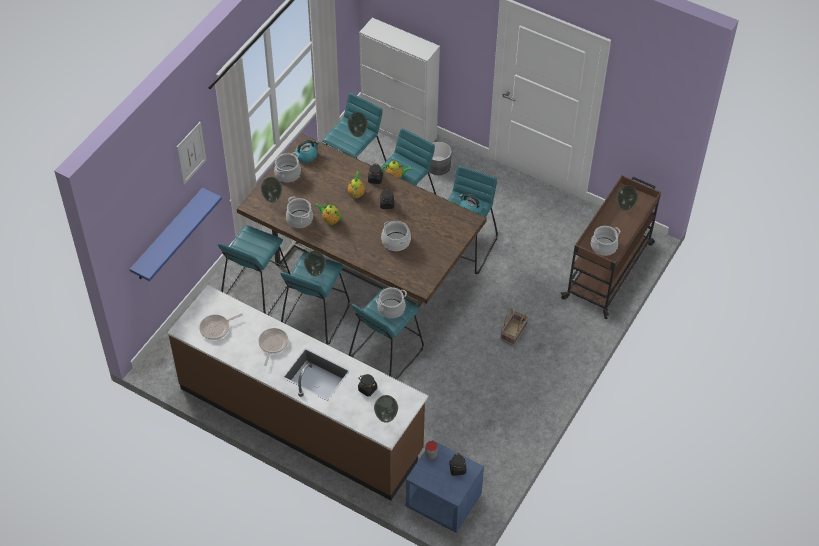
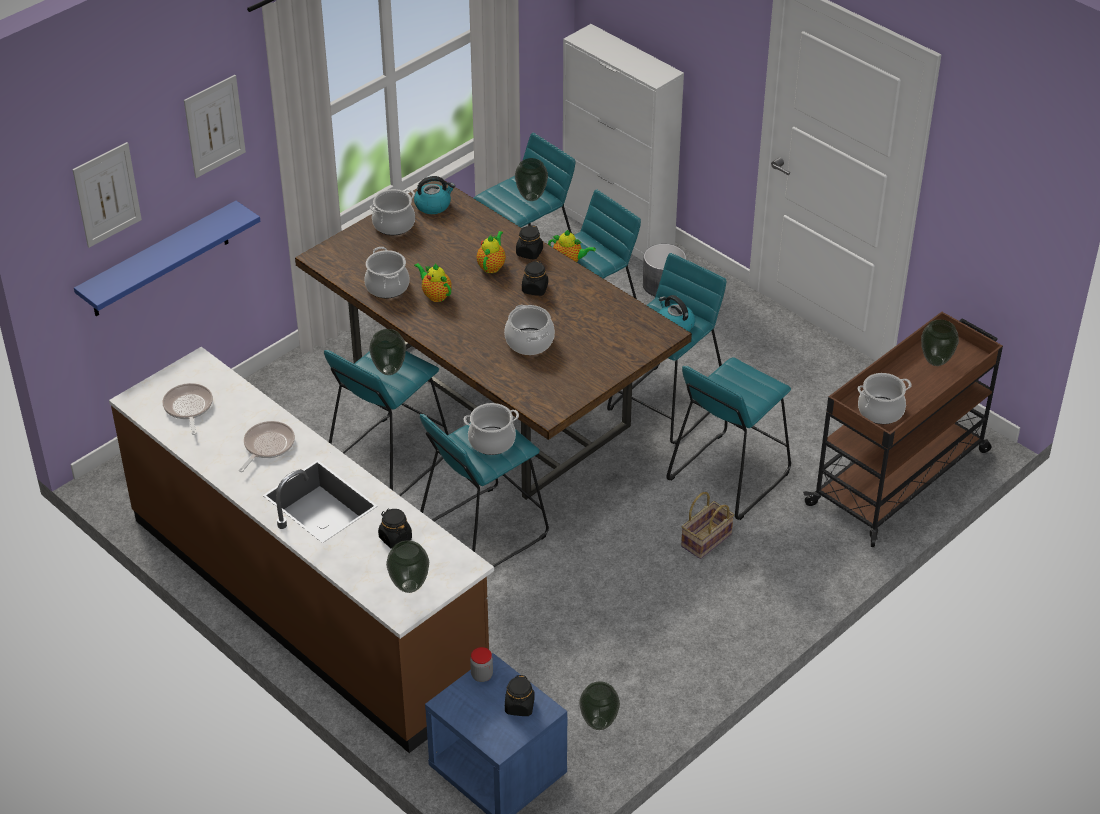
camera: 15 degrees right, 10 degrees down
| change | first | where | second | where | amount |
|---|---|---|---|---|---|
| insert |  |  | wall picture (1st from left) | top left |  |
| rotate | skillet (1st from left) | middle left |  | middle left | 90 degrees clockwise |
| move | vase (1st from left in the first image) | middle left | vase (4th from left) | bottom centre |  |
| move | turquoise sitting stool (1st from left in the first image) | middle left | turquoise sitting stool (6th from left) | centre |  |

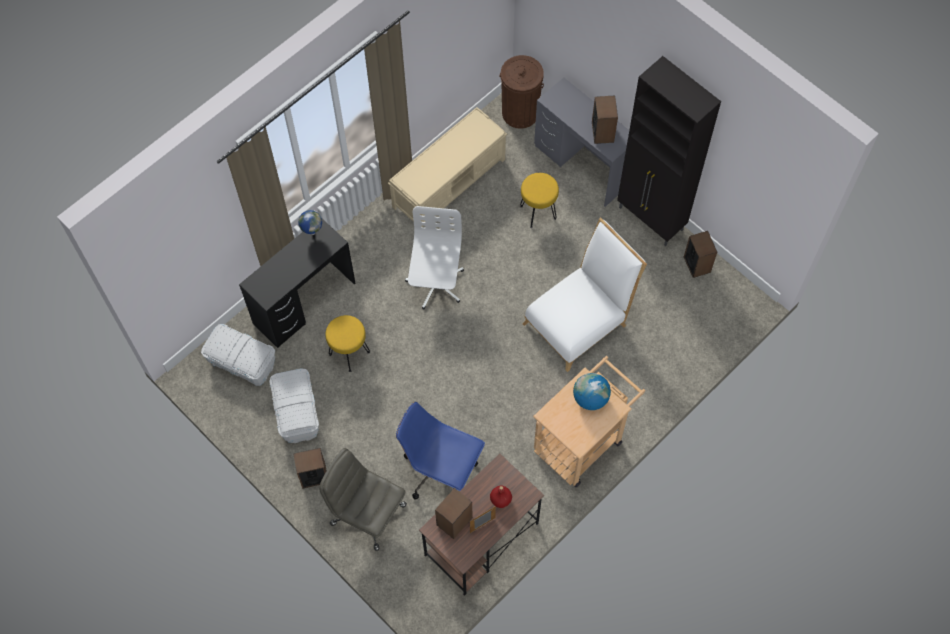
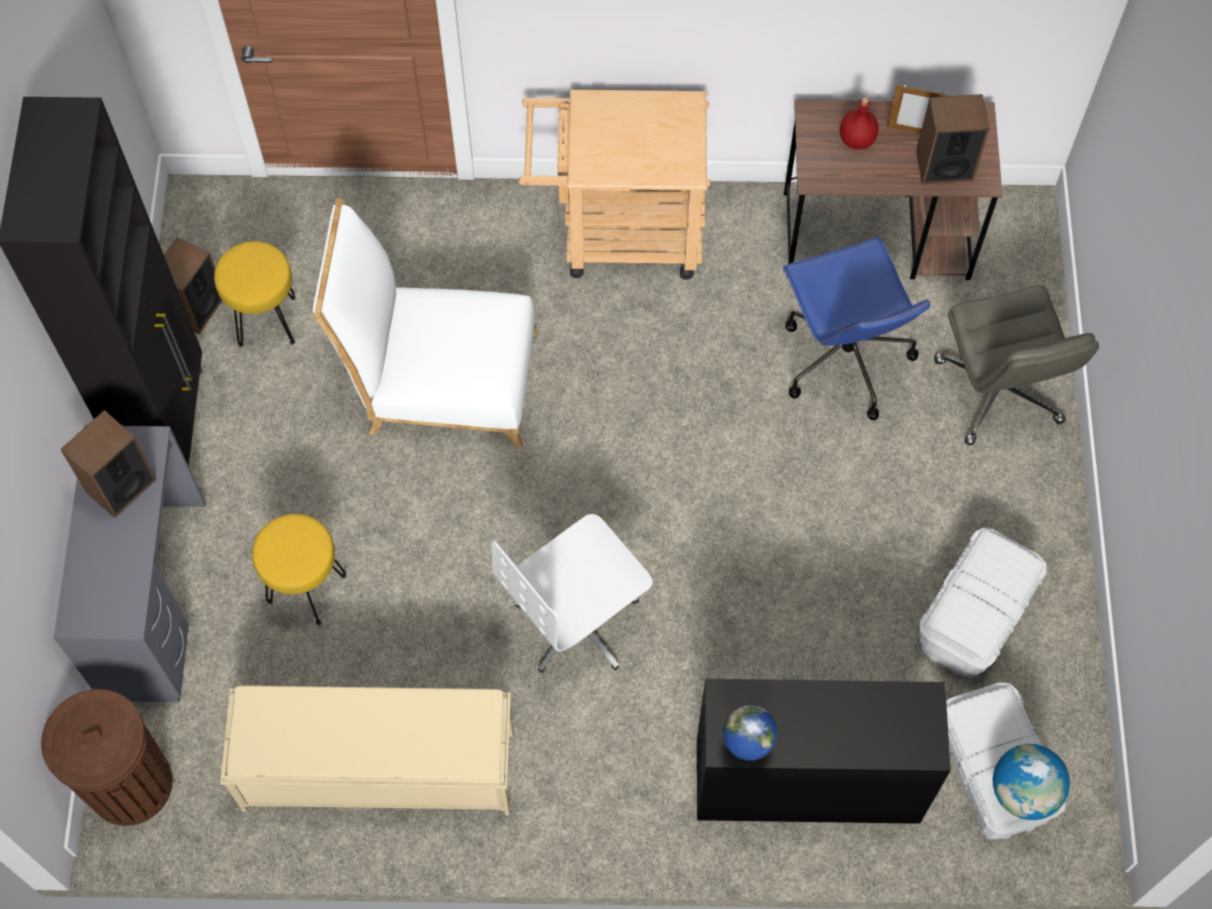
camera: 135 degrees left, 0 degrees up
| change | first | where | second | where | amount |
|---|---|---|---|---|---|
| move | yellowish sitting stool (1st from left) | centre |  | top left |  |
| move | globe (2nd from left) | centre |  | bottom right |  |
| delete | loudspeaker (1st from left) | bottom left |  |  |  |

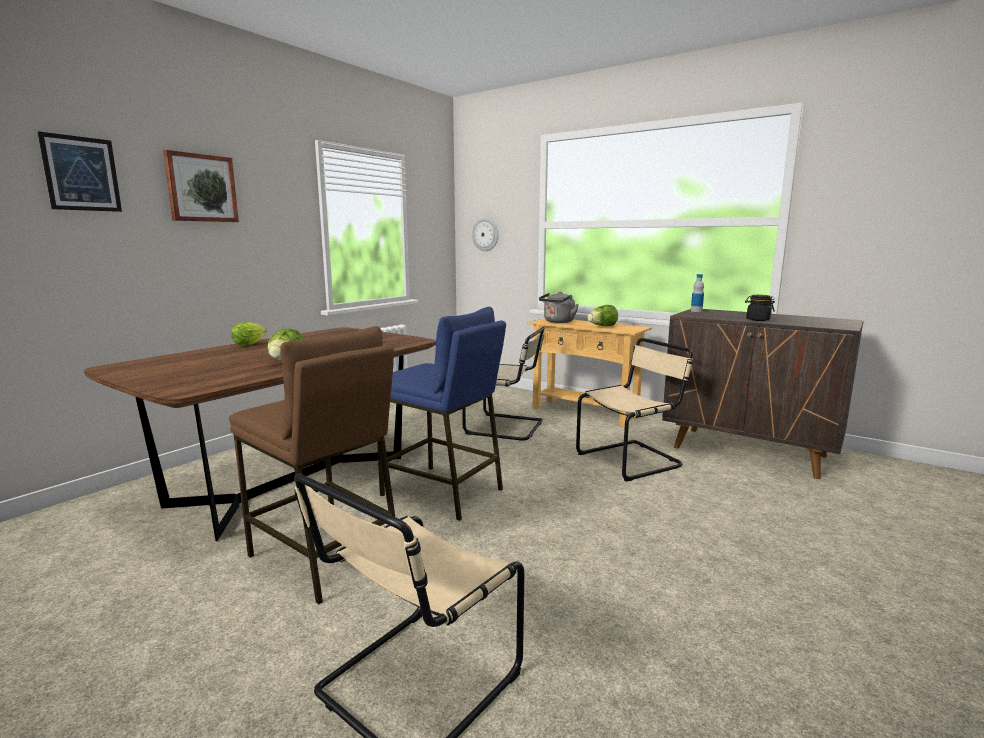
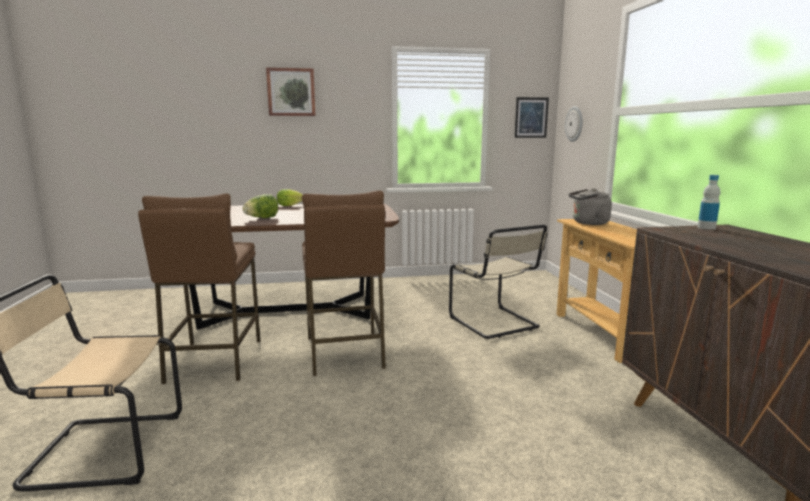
camera: 45 degrees right, 0 degrees up
| change | first | where | second | where | amount |
|---|---|---|---|---|---|
| recolor | bluish sitting stool | centre | brown sitting stool (2nd from left) | centre |  |
| move | wall picture (1st from left in the first image) | top left | wall picture (2nd from left) | top centre |  |
| delete | sand-coloured chair (3rd from left) | centre |  |  |  |
| delete | lettuce (3rd from left) | centre |  |  |  |
| delete | black jar | middle right |  |  |  |

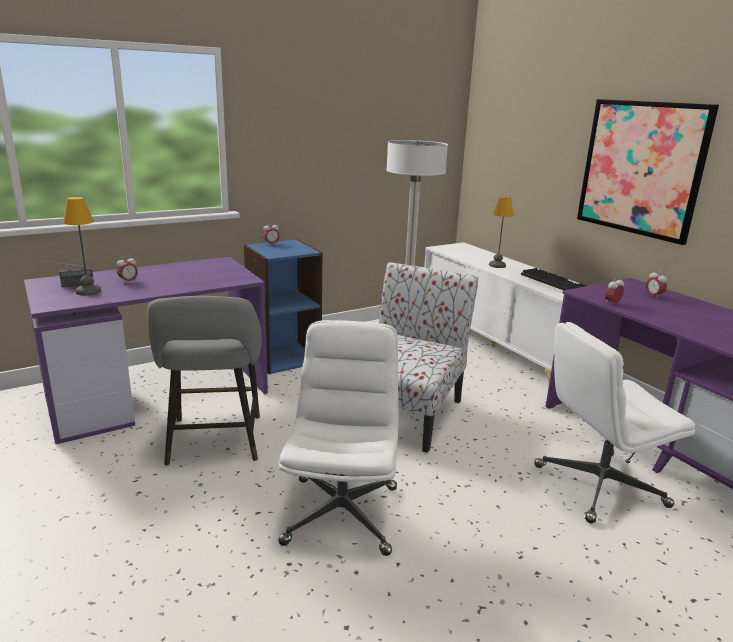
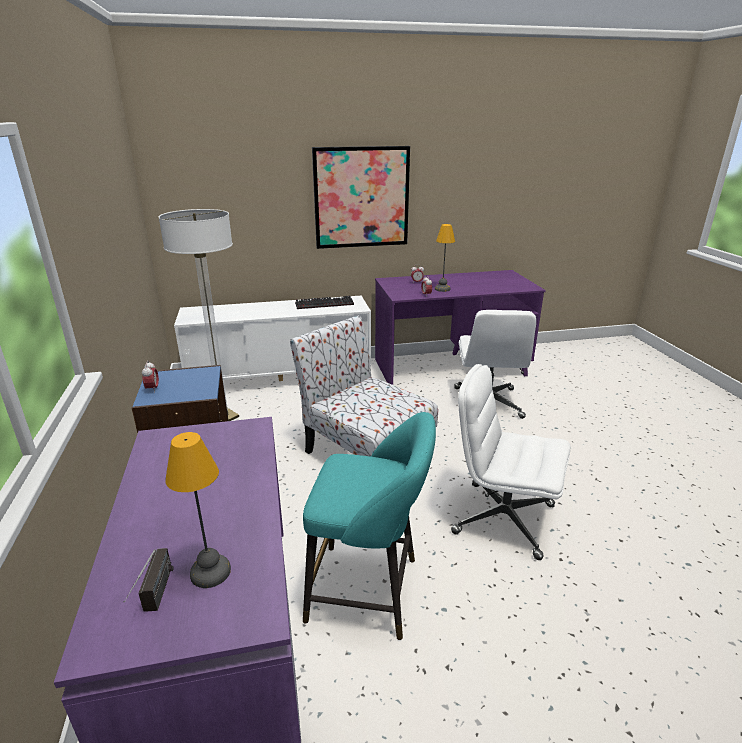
camera: 70 degrees left, 5 degrees up
| change | first | where | second | where | amount |
|---|---|---|---|---|---|
| recolor | greyish sitting stool | middle left | turquoise sitting stool | bottom centre |  |
| move | tabletop lamp (2nd from left) | middle right |  | centre |  |
| delete | table clock (1st from left) | middle left |  |  |  |

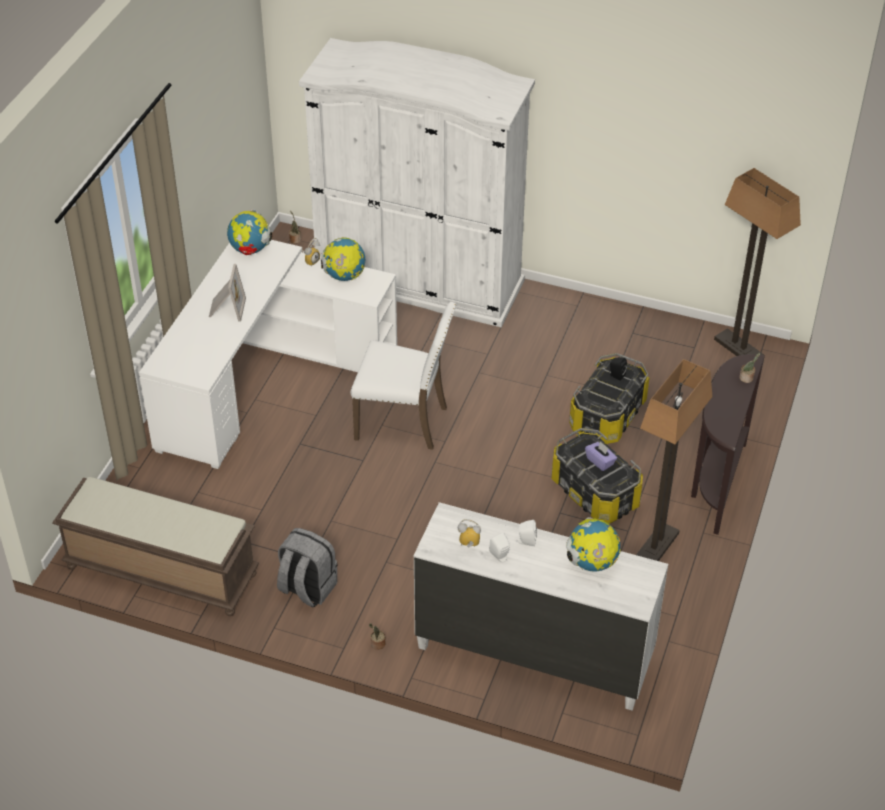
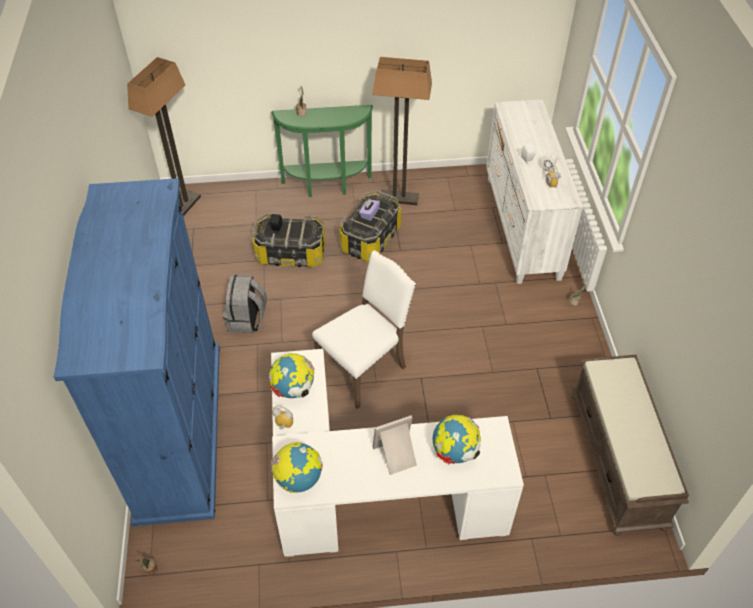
camera: 115 degrees left, 5 degrees up
| change | first | where | second | where | amount |
|---|---|---|---|---|---|
| recolor | white-coloured armoire | top centre | bluish armoire | middle left |  |
| move | greyish knapsack | bottom centre |  | middle left |  |
| recolor | brown hall table | middle right | greenish hall table | top centre |  |
| rotate | white-coloured chair | centre |  | centre | 60 degrees clockwise |
| move | globe (3rd from left) | bottom right |  | bottom centre |  |

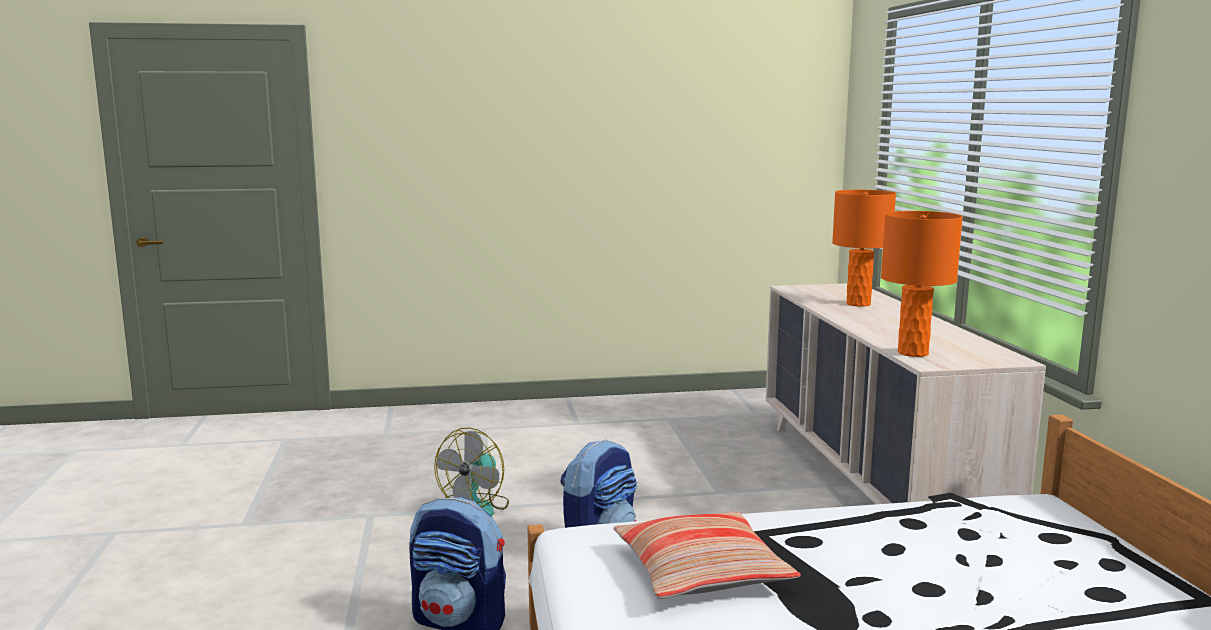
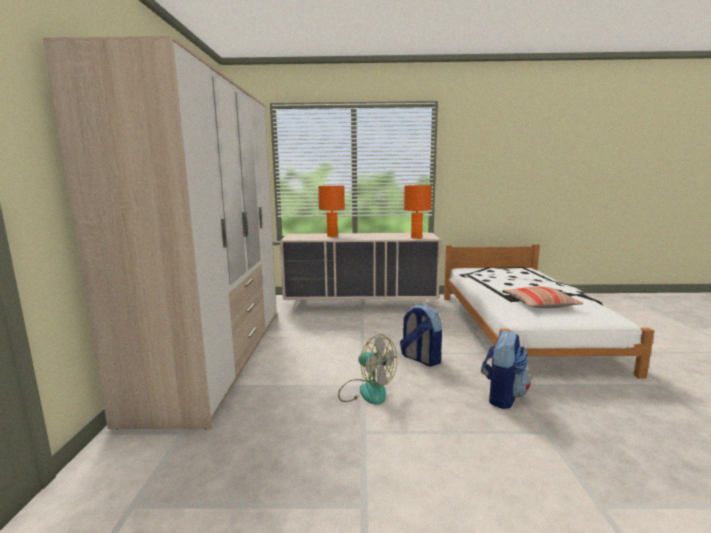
camera: 80 degrees left, 0 degrees up
| change | first | where | second | where | amount |
|---|---|---|---|---|---|
| insert |  |  | armoire | middle left |  |

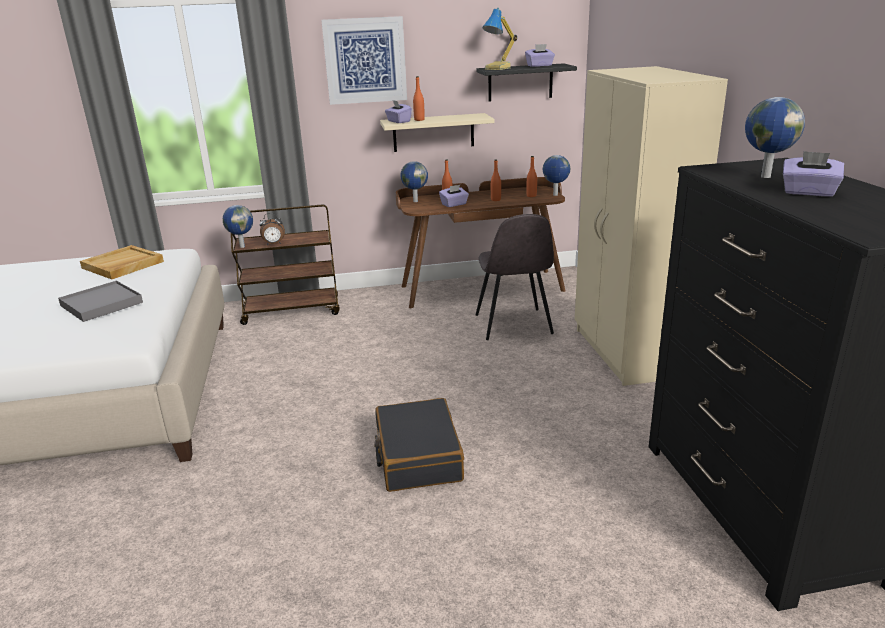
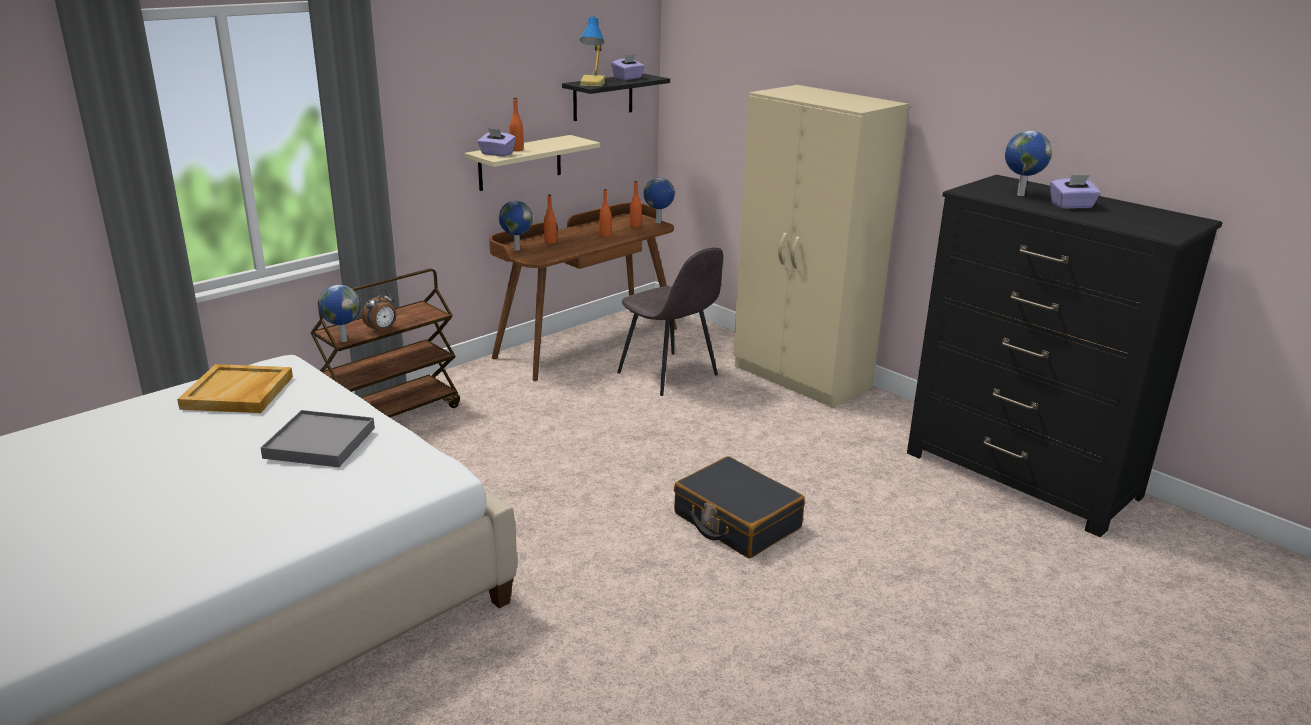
camera: 35 degrees left, 0 degrees up
| change | first | where | second | where | amount |
|---|---|---|---|---|---|
| delete | wall picture | top centre |  |  |  |
| delete | purple tissue holder (2nd from left) | top centre |  |  |  |

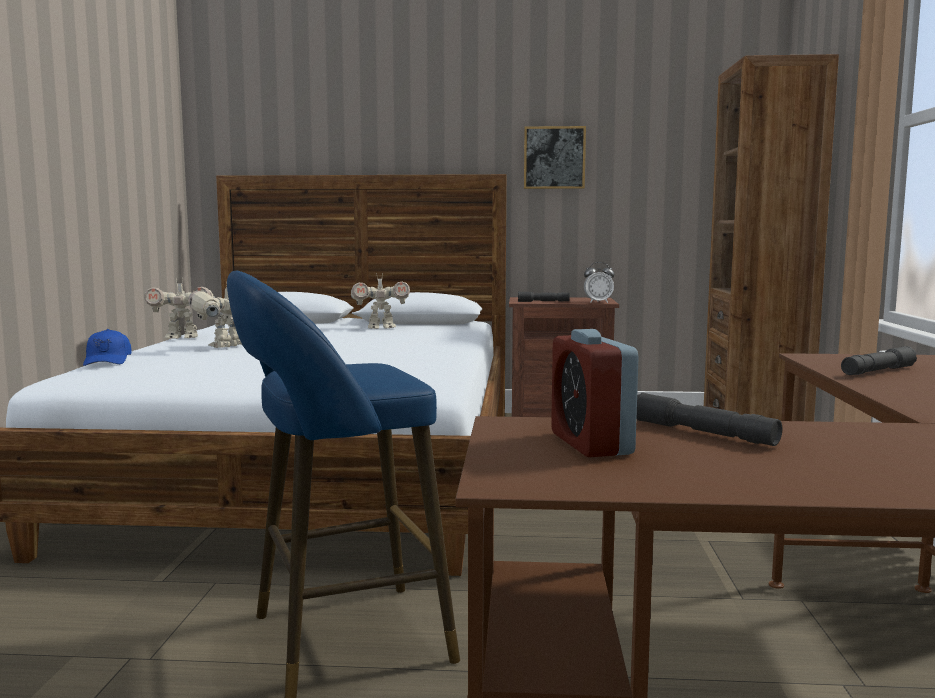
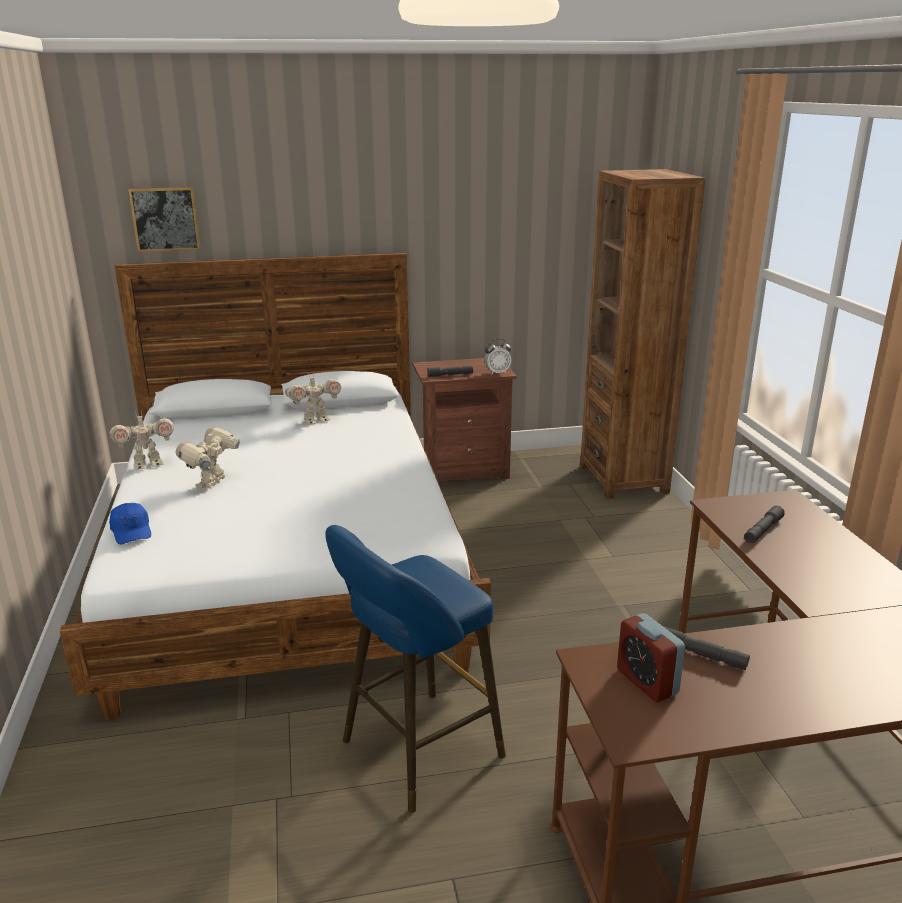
camera: 15 degrees left, 15 degrees up
| change | first | where | second | where | amount |
|---|---|---|---|---|---|
| move | wall picture | top centre |  | top left |  |

